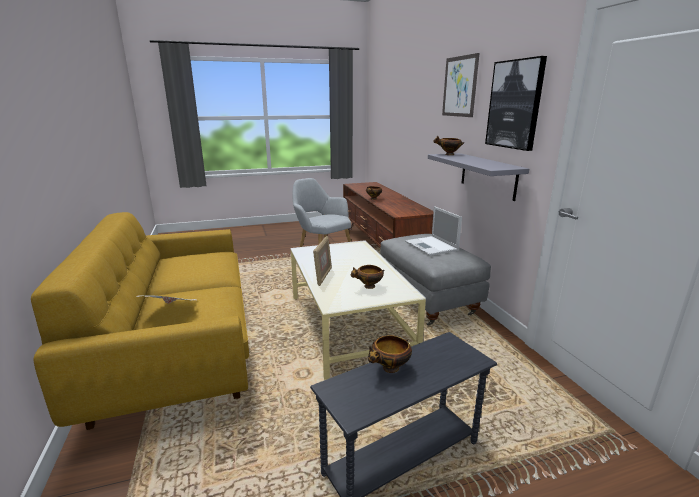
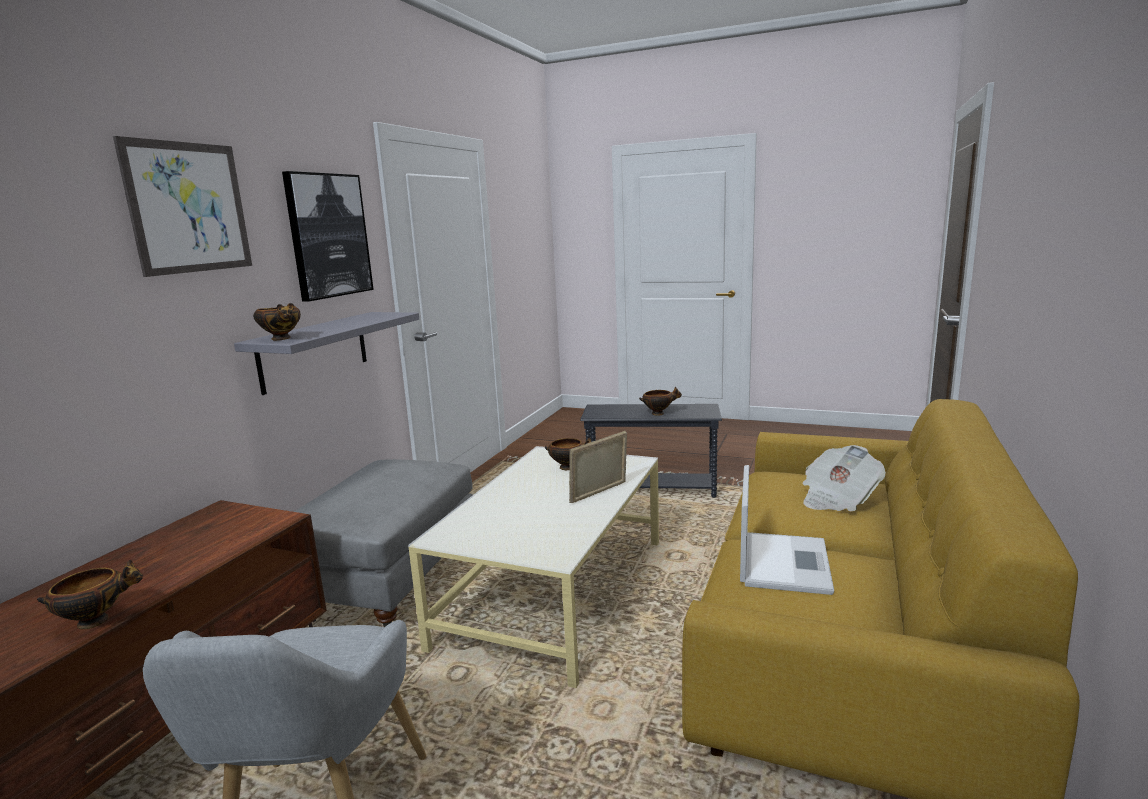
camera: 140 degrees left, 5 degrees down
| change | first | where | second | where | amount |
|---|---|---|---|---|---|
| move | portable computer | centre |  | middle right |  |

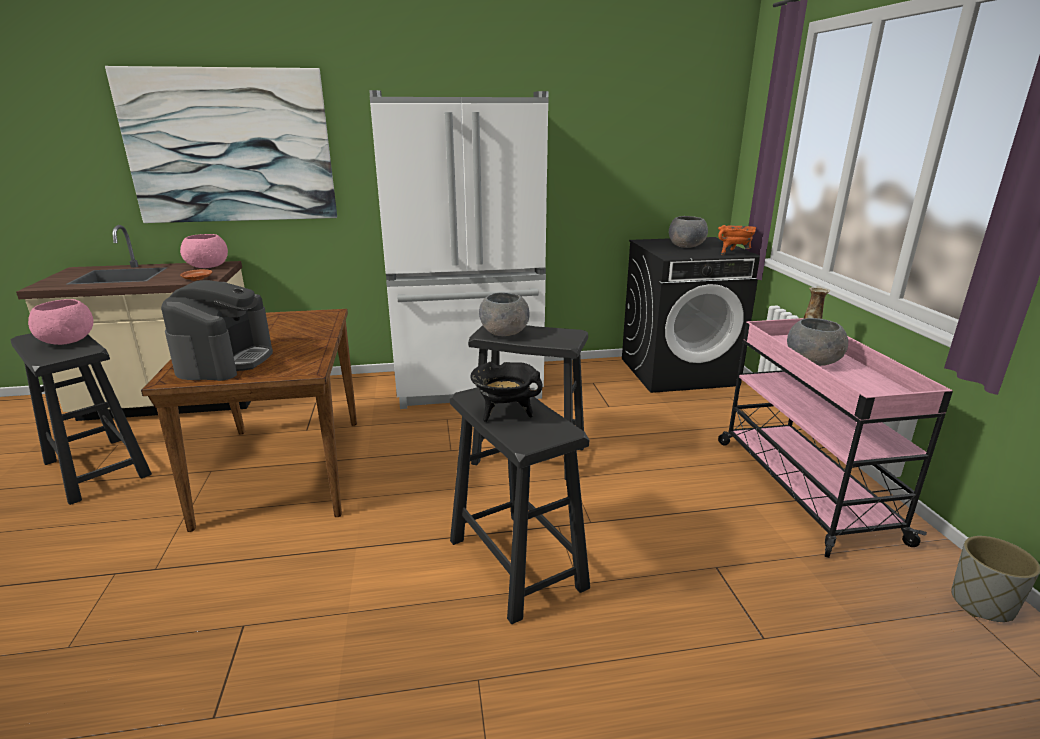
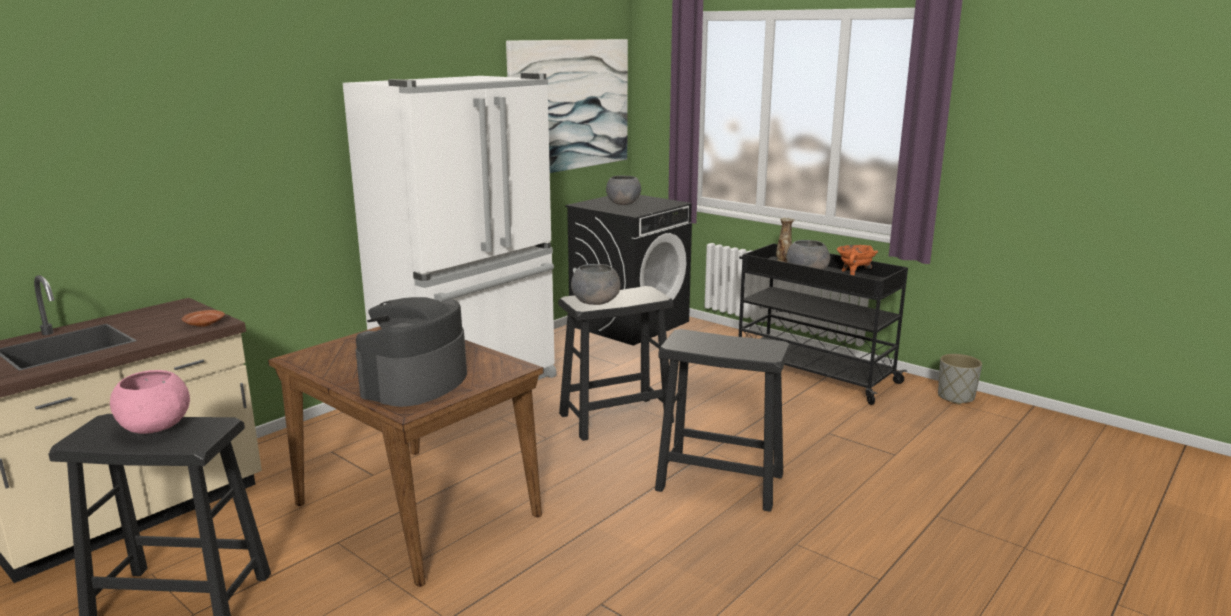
camera: 40 degrees left, 5 degrees down
| change | first | where | second | where | amount |
|---|---|---|---|---|---|
| rotate | coffee machine | middle left |  | centre | 120 degrees counterclockwise |
| move | wall picture | top left |  | top centre |  |
| recolor | pink-coloured cart | middle right | black cart | middle right |  |
| move | orange-coloured stockpot | top right |  | middle right |  |
| delete | pink-coloured deep dish (2nd from left) | middle left |  |  |  |
| delete | black stockpot | centre |  |  |  |

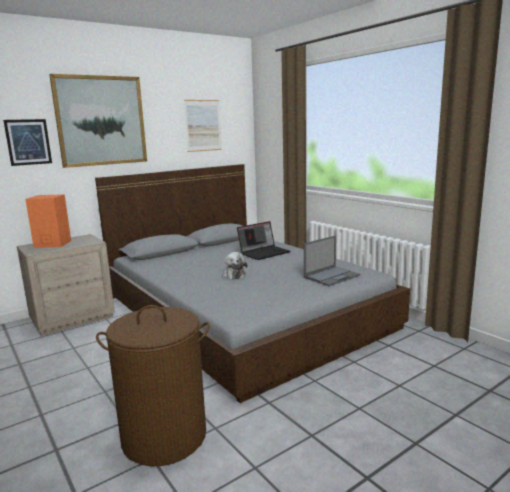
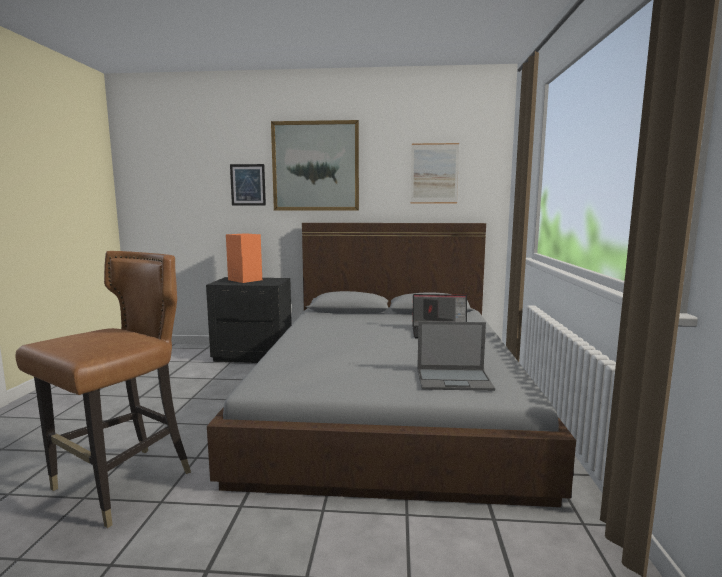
camera: 40 degrees right, 5 degrees down
| change | first | where | second | where | amount |
|---|---|---|---|---|---|
| replace | brown hamper | bottom left | brown chair | bottom left |  |
| recolor | sand-coloured bedside table | middle left | black bedside table | centre |  |
| delete | plush toy | centre |  |  |  |

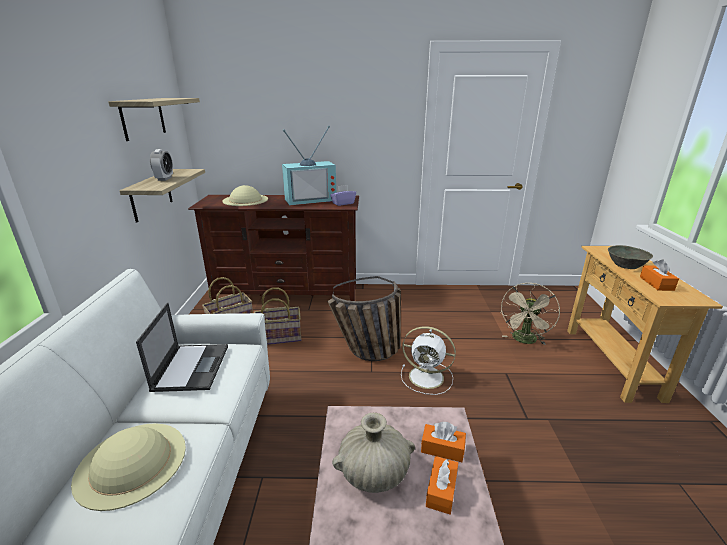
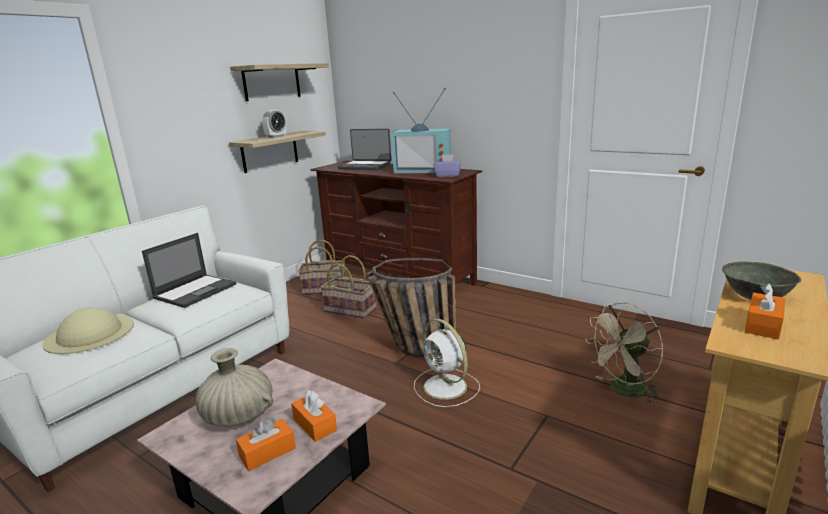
camera: 35 degrees right, 5 degrees down
| change | first | where | second | where | amount |
|---|---|---|---|---|---|
| replace | sand-coloured hat (2nd from left) | centre | portable computer (2nd from left) | top centre |  |

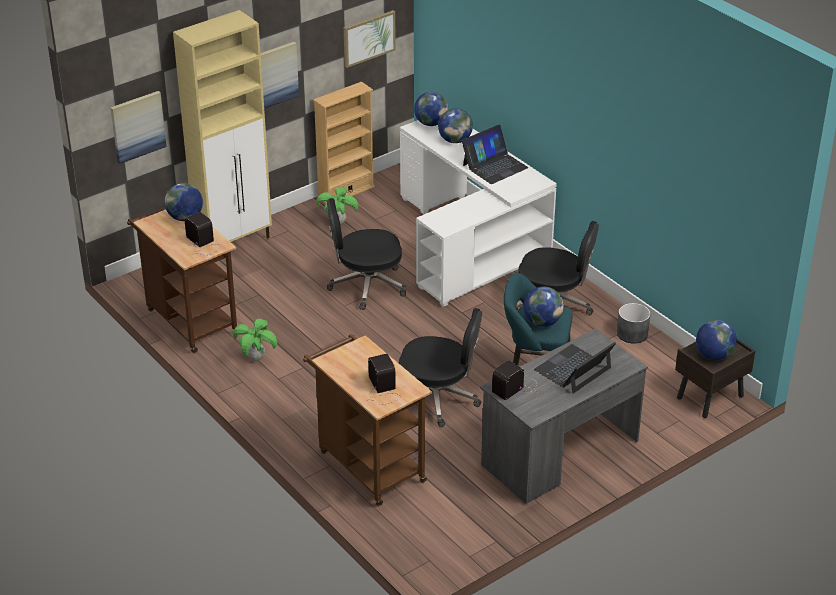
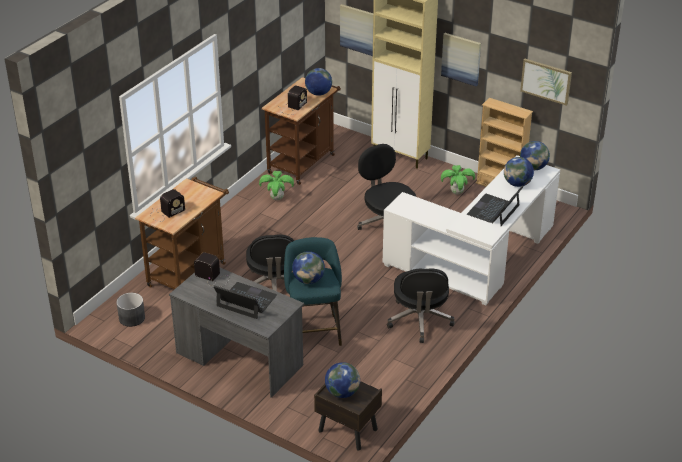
camera: 70 degrees right, 0 degrees up
| change | first | where | second | where | amount |
|---|---|---|---|---|---|
| move | greyish planter | middle right |  | bottom left |  |
| rotate | portable computer (1st from left in the first image) | top centre | portable computer (2nd from left) | middle right | 90 degrees clockwise |

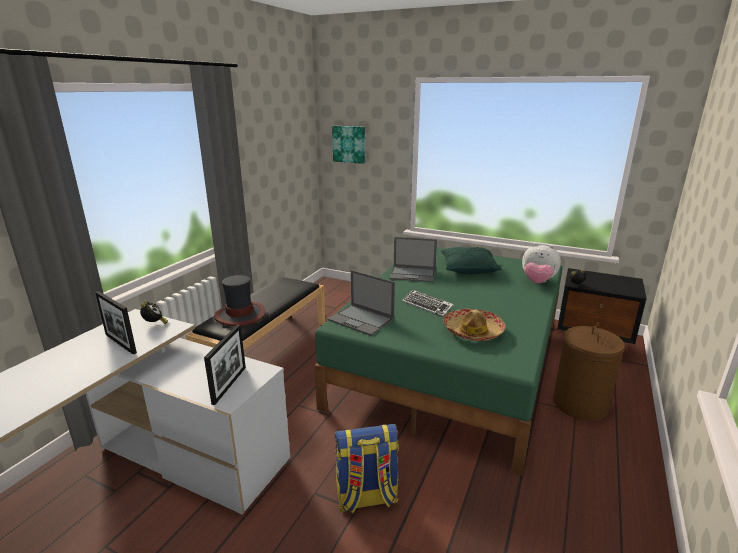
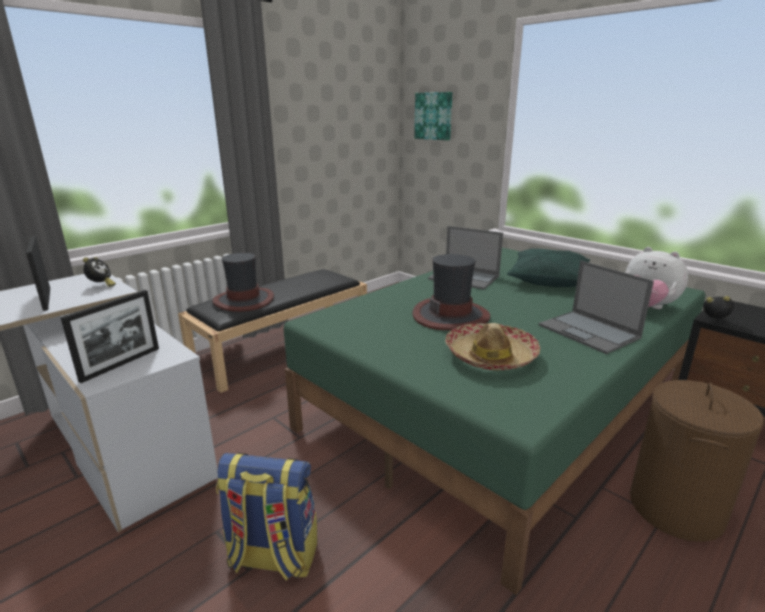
camera: 20 degrees right, 0 degrees up
| change | first | where | second | where | amount |
|---|---|---|---|---|---|
| replace | computer keyboard | centre | hat (2nd from left) | centre |  |
| move | portable computer (1st from left in the first image) | centre | portable computer (2nd from left) | middle right |  |

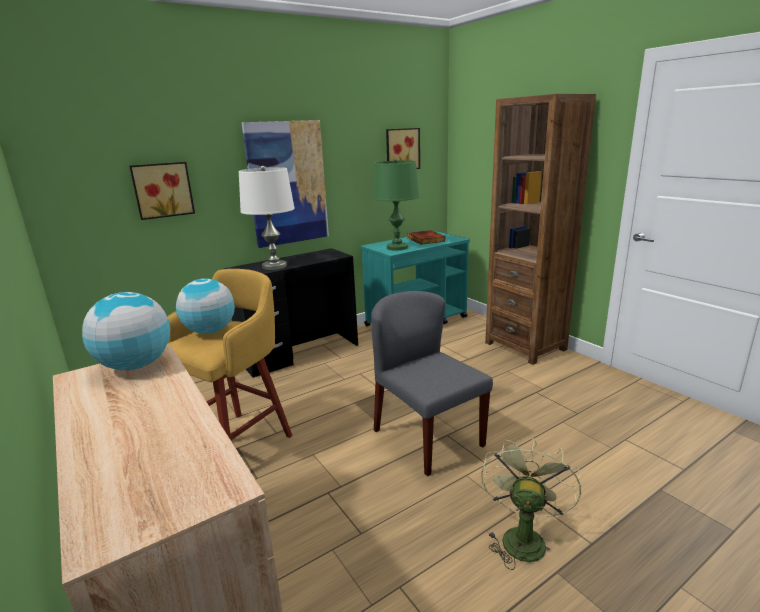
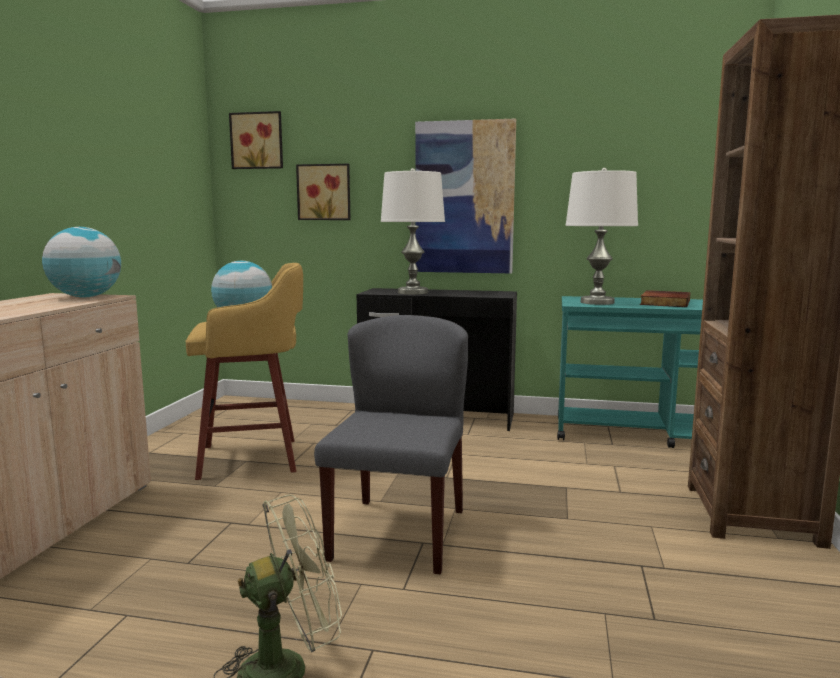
camera: 45 degrees right, 10 degrees down
| change | first | where | second | where | amount |
|---|---|---|---|---|---|
| move | wall picture (3rd from left in the first image) | top centre | wall picture (1st from left) | top left |  |
| recolor | greenish tabletop lamp | centre | white-coloured tabletop lamp (2nd from left) | middle right |  |

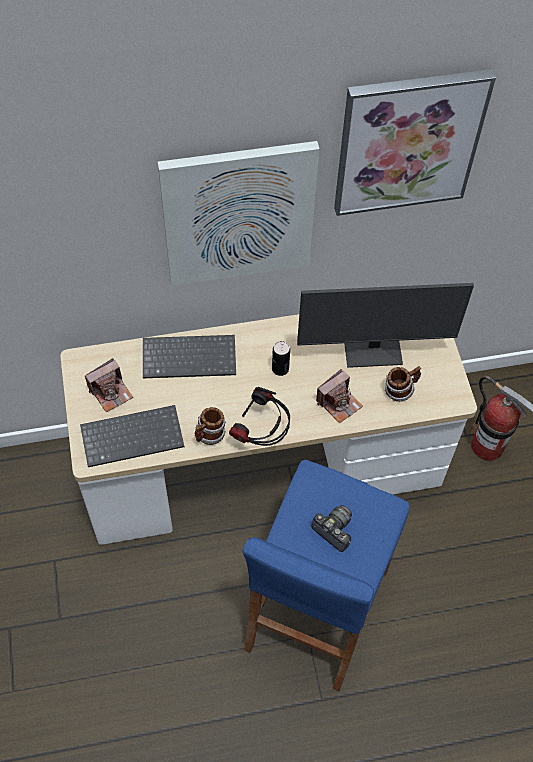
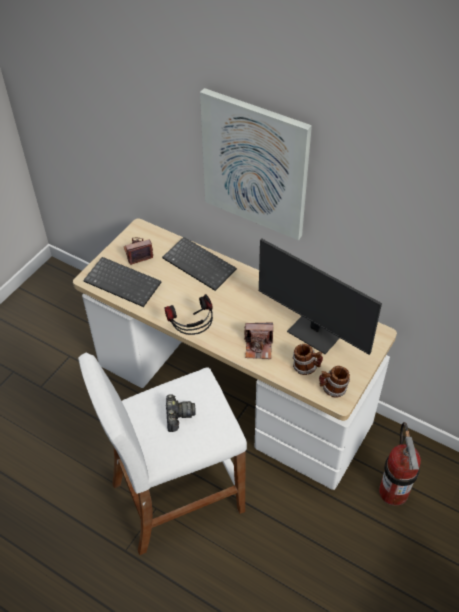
camera: 45 degrees right, 10 degrees down
| change | first | where | second | where | amount |
|---|---|---|---|---|---|
| recolor | bluish sitting stool | bottom centre | white-coloured sitting stool | bottom centre |  |
| rotate | still camera (1st from left) | middle left |  | middle left | 150 degrees clockwise |
| move | mug (1st from left in the first image) | centre | mug (2nd from left) | middle right |  |
| delete | metal can | centre |  |  |  |
| delete | wall picture (2nd from left) | top right |  |  |  |

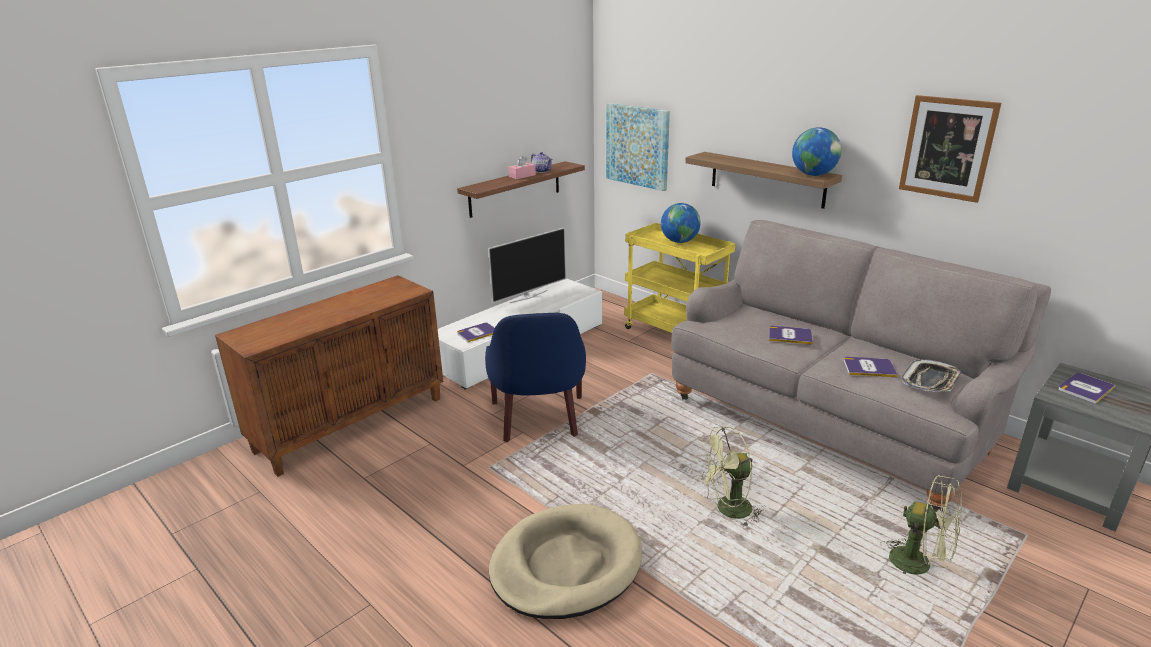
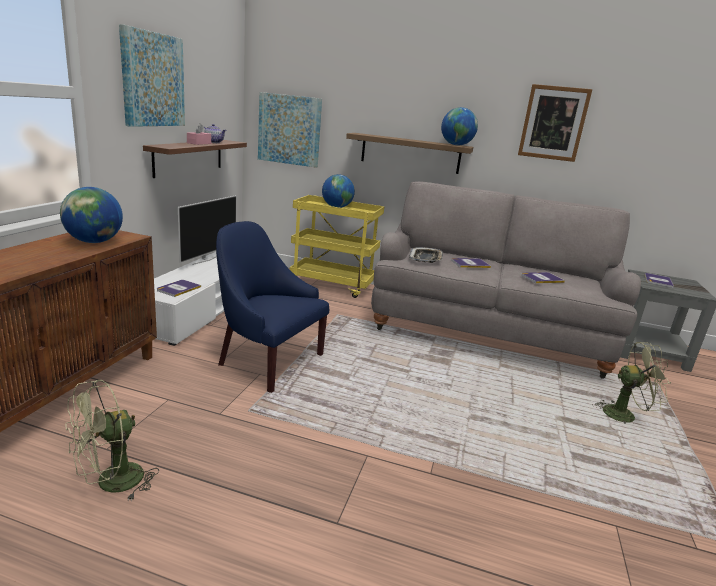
camera: 30 degrees left, 5 degrees down
| change | first | where | second | where | amount |
|---|---|---|---|---|---|
| insert |  |  | globe (1st from left) | middle left |  |
| move | greenish fan (1st from left) | bottom centre |  | bottom left |  |
| insert |  |  | wall picture (1st from left) | top left |  |
| rotate | bluish easy chair | centre |  | centre | 150 degrees clockwise |
| move | carrying tray | middle right |  | centre |  |
| delete | sand-coloured pet bed | bottom centre |  |  |  |

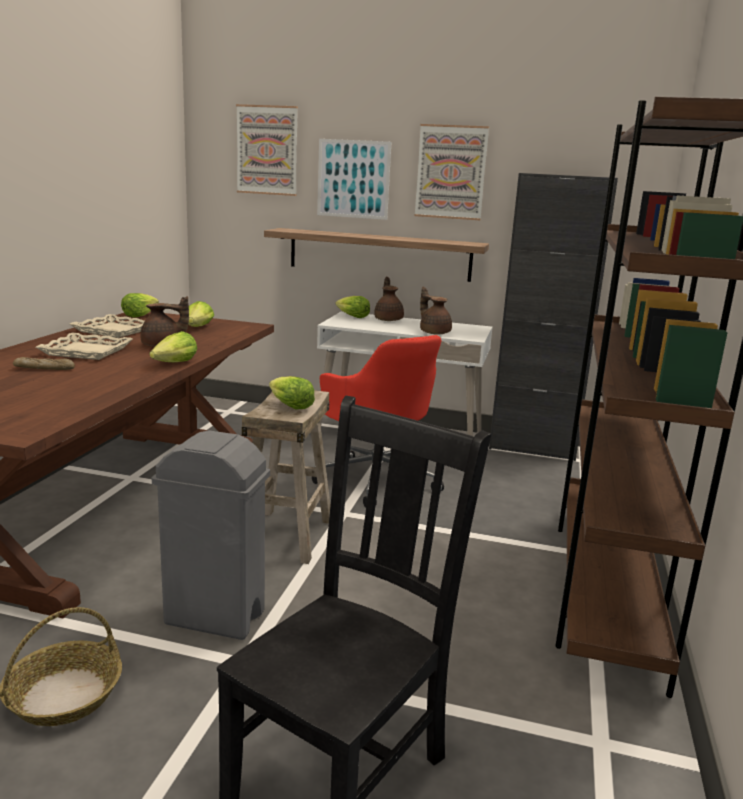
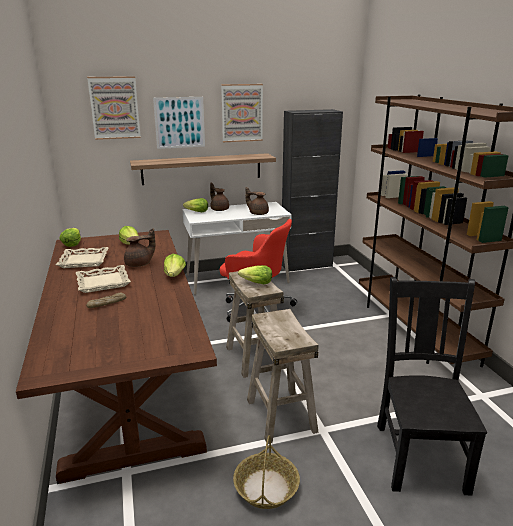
camera: 30 degrees left, 5 degrees up
| change | first | where | second | where | amount |
|---|---|---|---|---|---|
| replace | greyish rubbish bin | bottom left | sand-coloured sitting stool (2nd from left) | bottom centre |  |

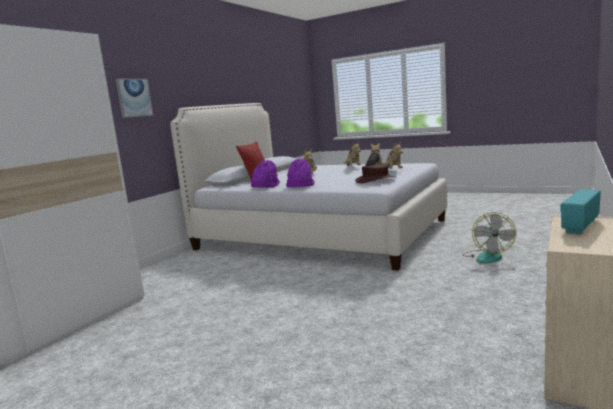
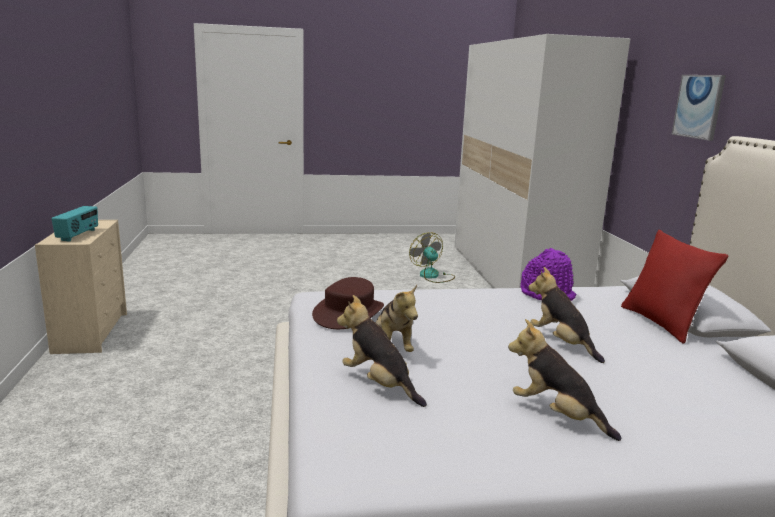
camera: 140 degrees right, 5 degrees up
| change | first | where | second | where | amount |
|---|---|---|---|---|---|
| move | fan | middle right |  | centre |  |
| delete | purple hat (2nd from left) | centre |  |  |  |

